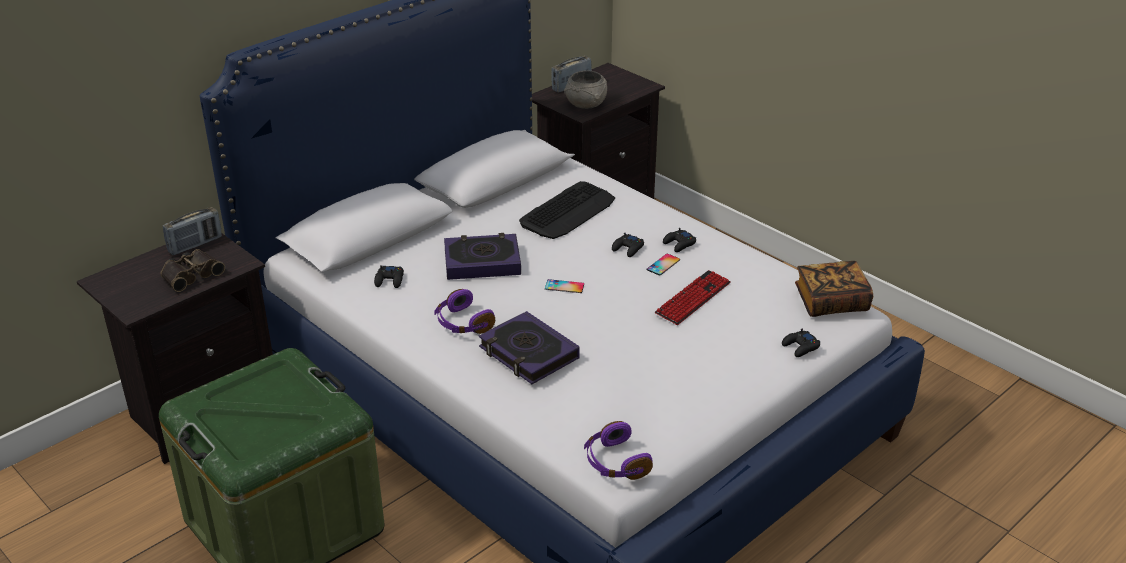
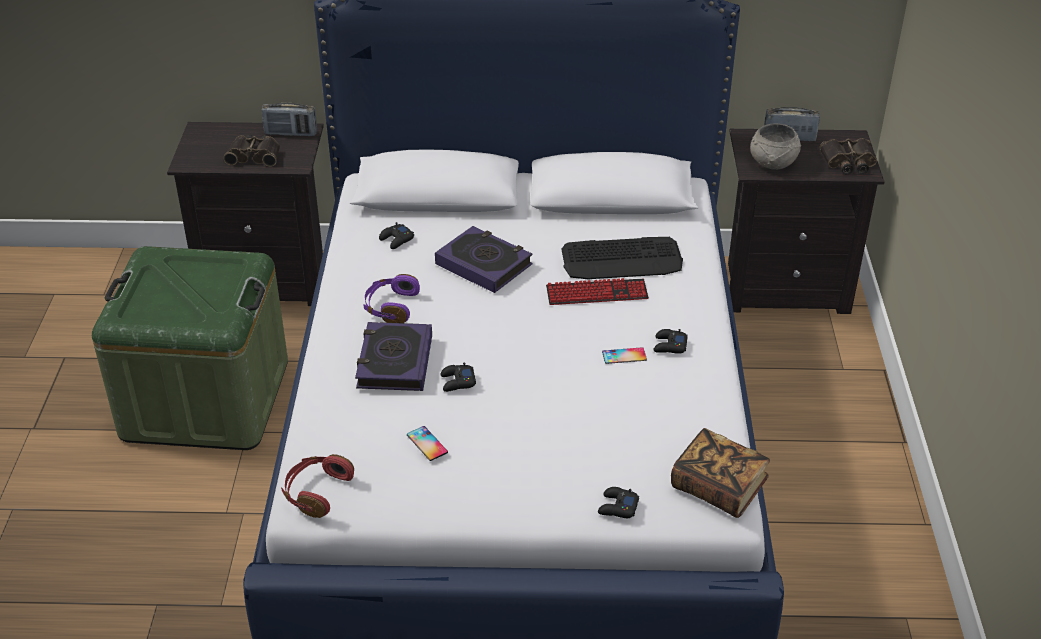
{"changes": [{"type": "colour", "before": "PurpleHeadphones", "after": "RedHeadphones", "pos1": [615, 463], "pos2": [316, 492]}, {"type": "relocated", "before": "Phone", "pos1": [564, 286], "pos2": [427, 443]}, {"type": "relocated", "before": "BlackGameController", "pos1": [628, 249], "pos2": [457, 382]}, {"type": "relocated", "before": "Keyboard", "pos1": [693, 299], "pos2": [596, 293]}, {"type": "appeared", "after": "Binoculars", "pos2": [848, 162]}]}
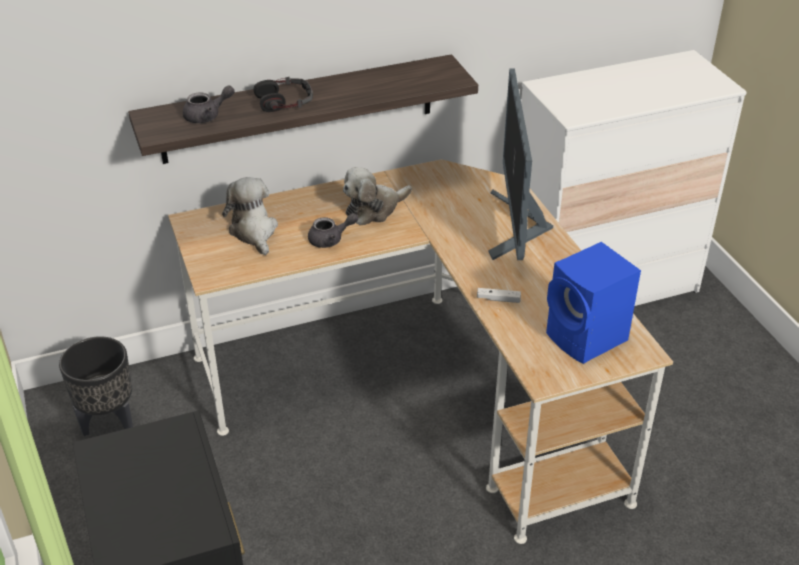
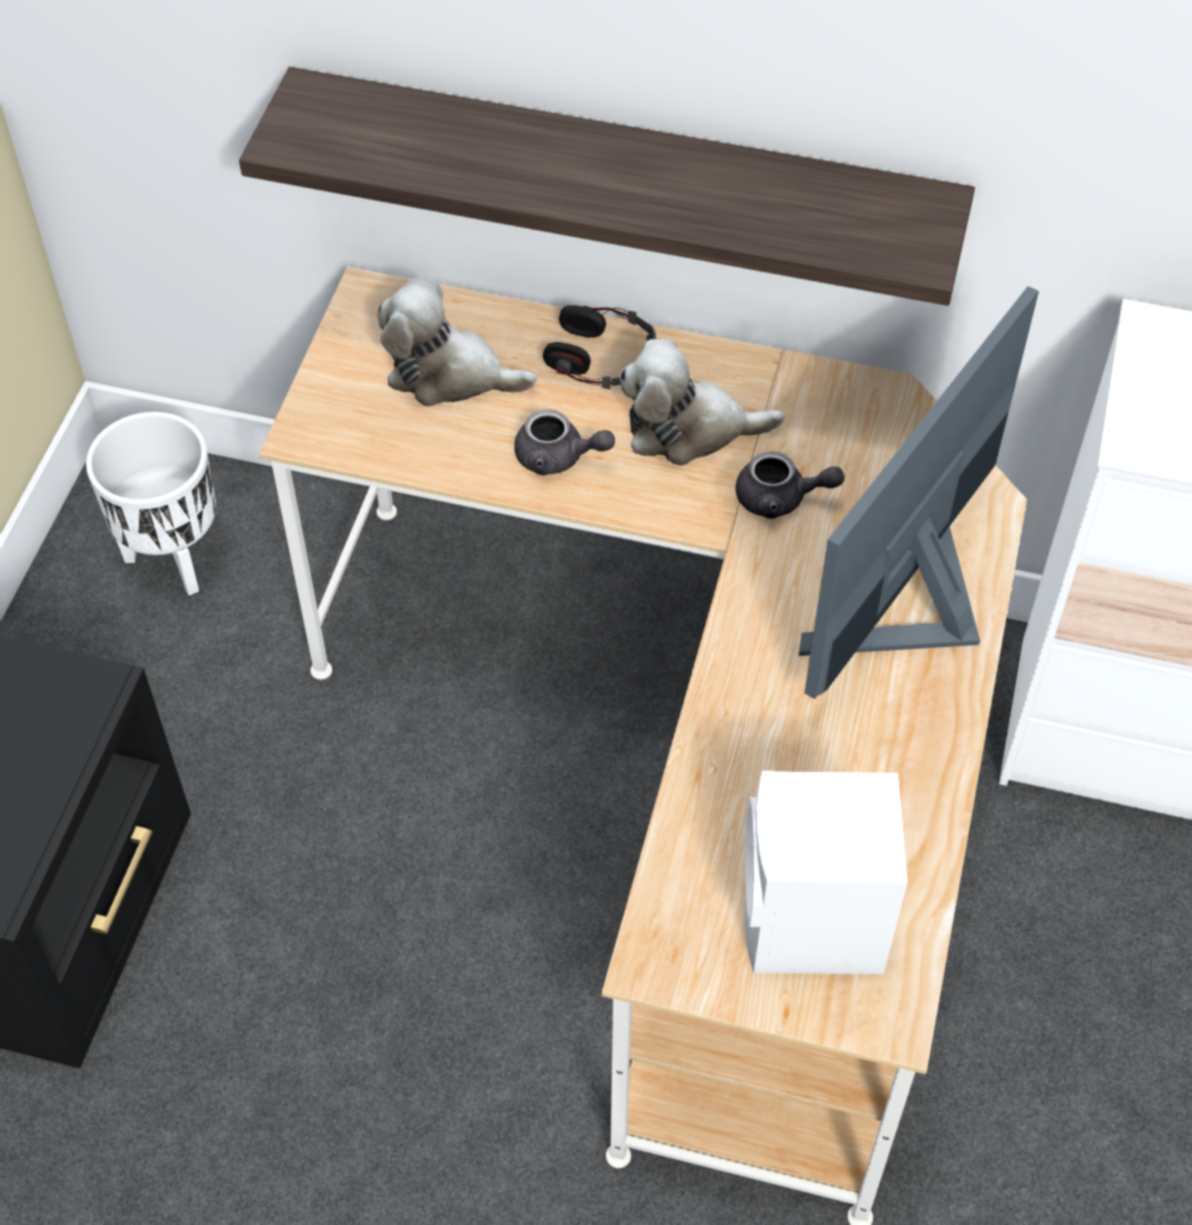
{"changes": [{"type": "colour", "before": "BlackPlanter", "after": "WhitePlanter", "pos1": [109, 422], "pos2": [176, 558]}, {"type": "spun", "before": "PlushToy", "pos1": [254, 232], "pos2": [449, 374], "turn": -90}, {"type": "relocated", "before": "Headphones", "pos1": [284, 101], "pos2": [602, 357]}, {"type": "relocated", "before": "GreyTeapot", "pos1": [207, 116], "pos2": [781, 499]}, {"type": "colour", "before": "BlueSpeaker", "after": "WhiteSpeaker", "pos1": [587, 339], "pos2": [812, 926]}, {"type": "missing", "before": "WhiteGameController", "pos1": [498, 299]}]}
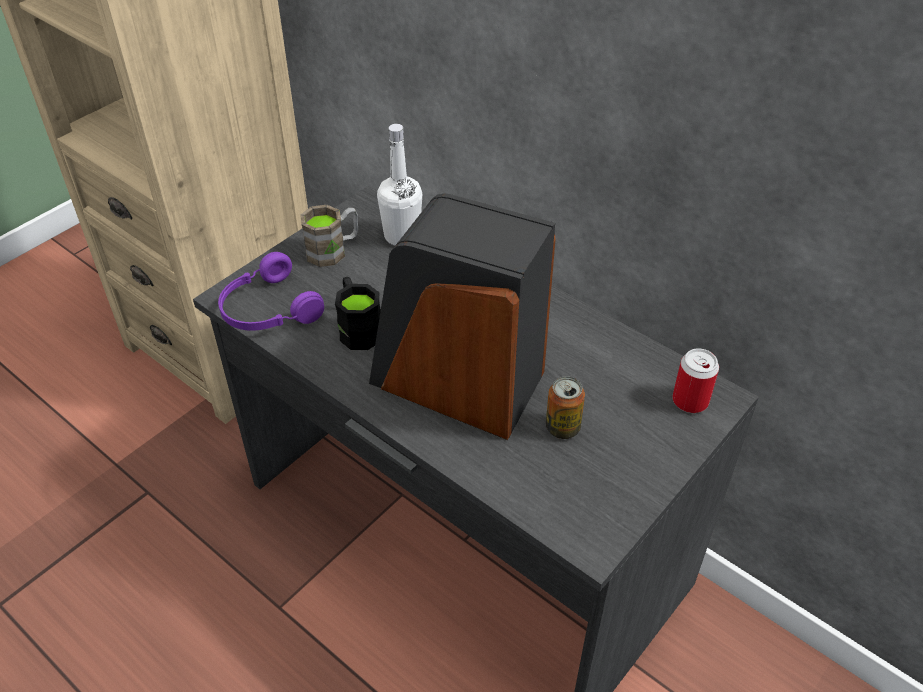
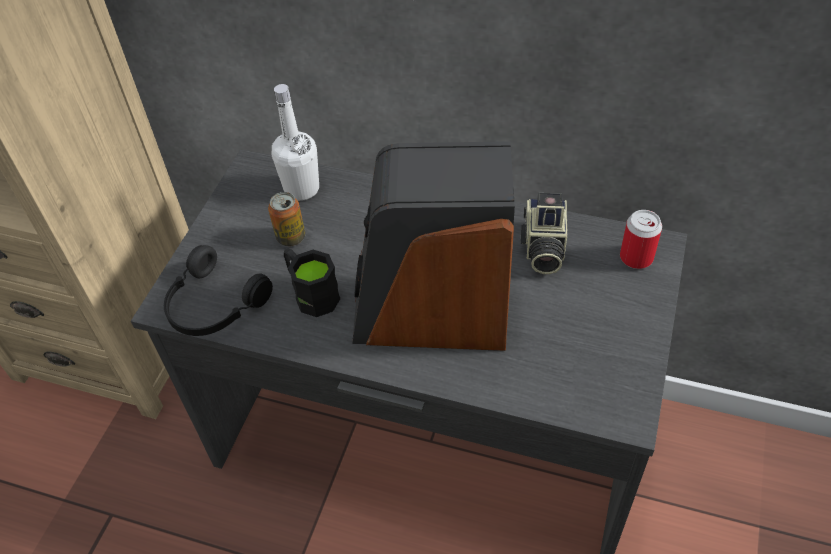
{"changes": [{"type": "colour", "before": "PurpleHeadphones", "after": "BlackHeadphones", "pos1": [267, 310], "pos2": [213, 306]}, {"type": "relocated", "before": "Can", "pos1": [562, 428], "pos2": [291, 237]}, {"type": "appeared", "after": "PhotoCamera", "pos2": [542, 248]}, {"type": "missing", "before": "BrownMug", "pos1": [333, 250]}]}
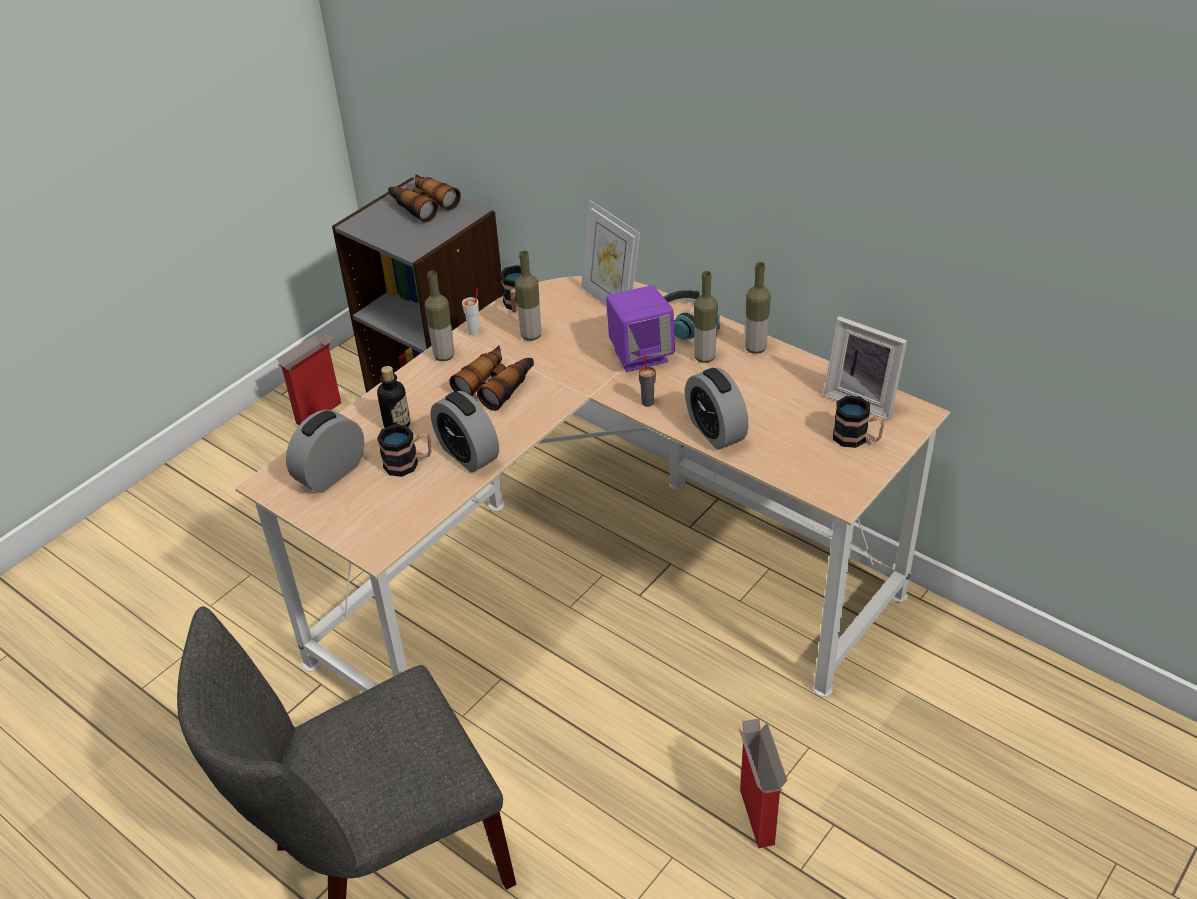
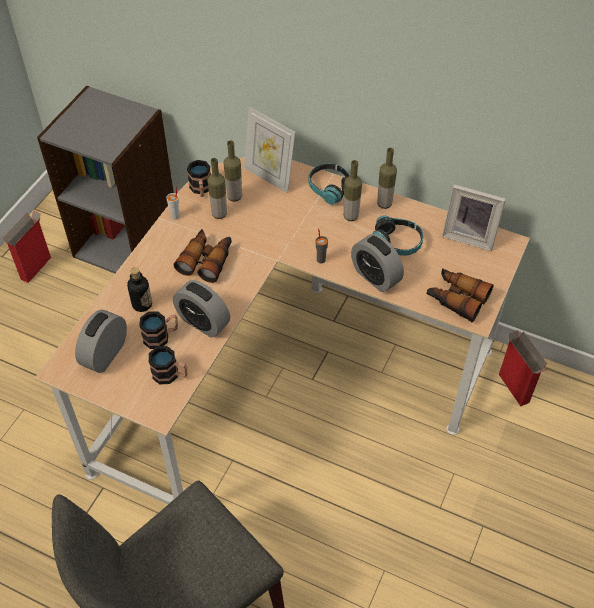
{"changes": [{"type": "relocated", "before": "Mug", "pos1": [856, 439], "pos2": [170, 375]}, {"type": "relocated", "before": "Bottle", "pos1": [444, 356], "pos2": [234, 197]}, {"type": "appeared", "after": "Headphones", "pos2": [396, 243]}, {"type": "relocated", "before": "Binoculars", "pos1": [422, 205], "pos2": [456, 298]}, {"type": "relocated", "before": "CardboardBox", "pos1": [757, 818], "pos2": [514, 389]}, {"type": "missing", "before": "PurpleSpeaker", "pos1": [640, 355]}]}
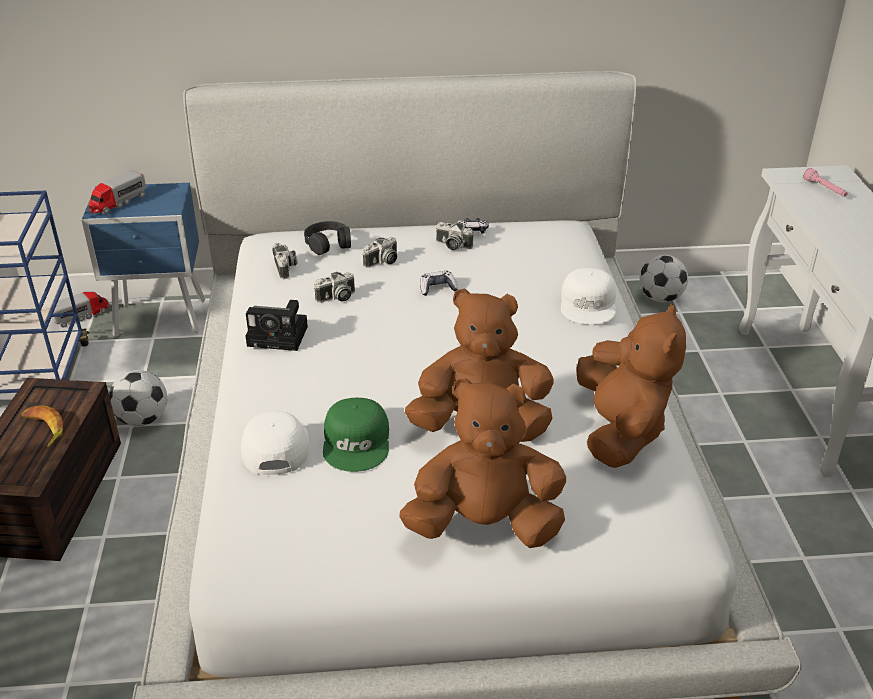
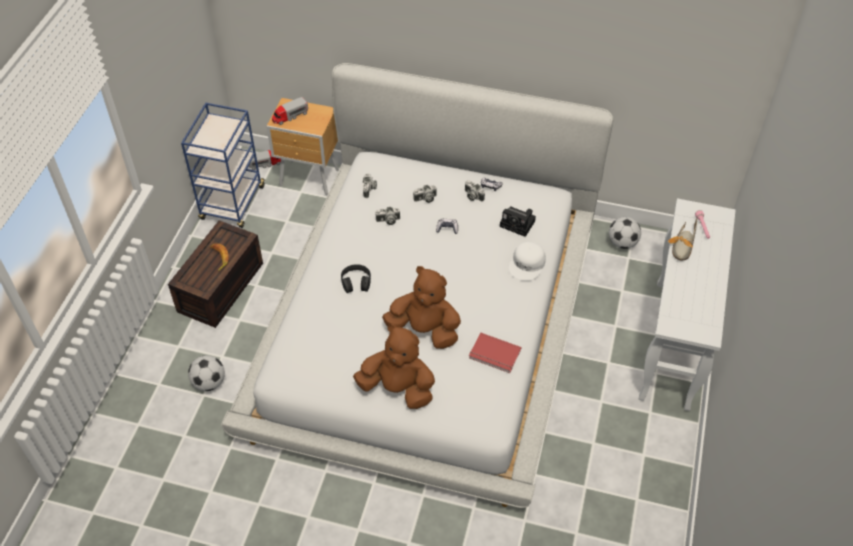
{"changes": [{"type": "relocated", "before": "Football", "pos1": [143, 419], "pos2": [209, 382]}, {"type": "colour", "before": "BlueNightstand", "after": "BrownNightstand", "pos1": [162, 319], "pos2": [310, 178]}, {"type": "relocated", "before": "BlackHeadphones", "pos1": [328, 243], "pos2": [356, 282]}, {"type": "exchanged", "before": "BrownPlushToy", "after": "RedBook", "pos1": [620, 431], "pos2": [494, 355]}, {"type": "relocated", "before": "PhotoCamera", "pos1": [280, 336], "pos2": [519, 224]}, {"type": "appeared", "after": "Shoe", "pos2": [682, 246]}, {"type": "missing", "before": "WhiteCap", "pos1": [274, 447]}, {"type": "missing", "before": "GreenCap", "pos1": [357, 442]}]}
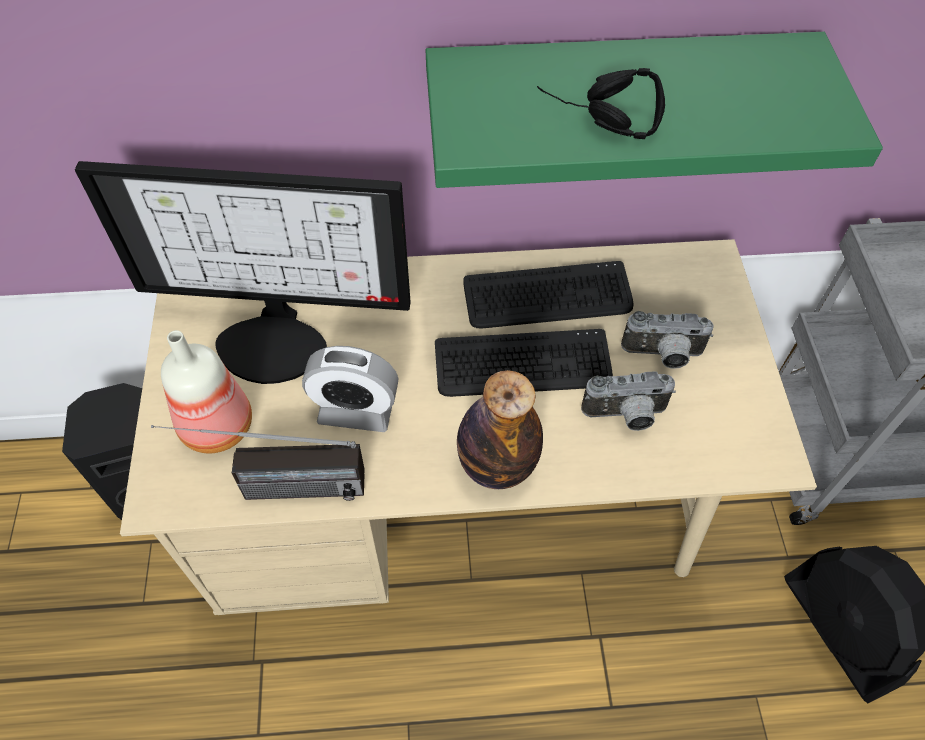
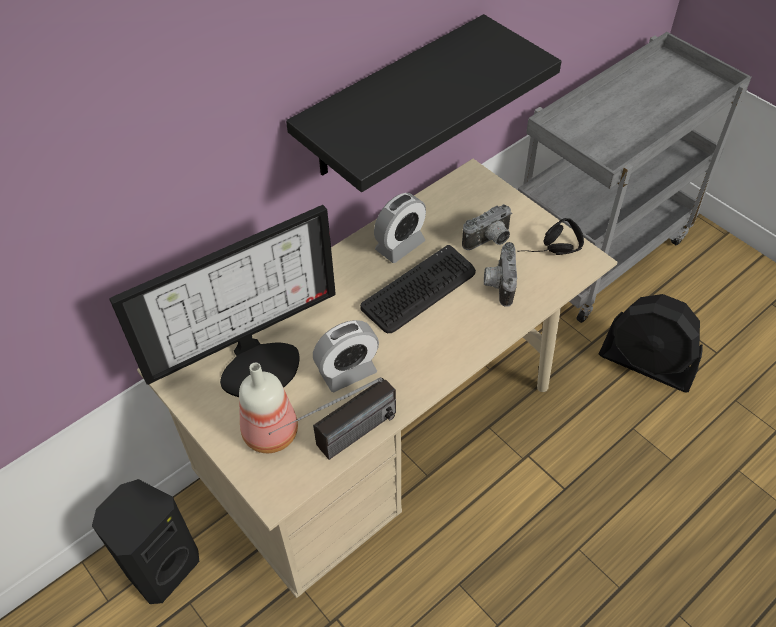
{"changes": [{"type": "colour", "before": "GreenShelf", "after": "BlackShelf", "pos1": [616, 95], "pos2": [391, 99]}, {"type": "exchanged", "before": "Keyboard", "after": "AlarmClock", "pos1": [547, 297], "pos2": [400, 245]}, {"type": "spun", "before": "PhotoCamera", "pos1": [626, 416], "pos2": [498, 284], "turn": 135}, {"type": "relocated", "before": "BlackHeadphones", "pos1": [596, 121], "pos2": [551, 252]}, {"type": "missing", "before": "Bottle", "pos1": [497, 465]}]}
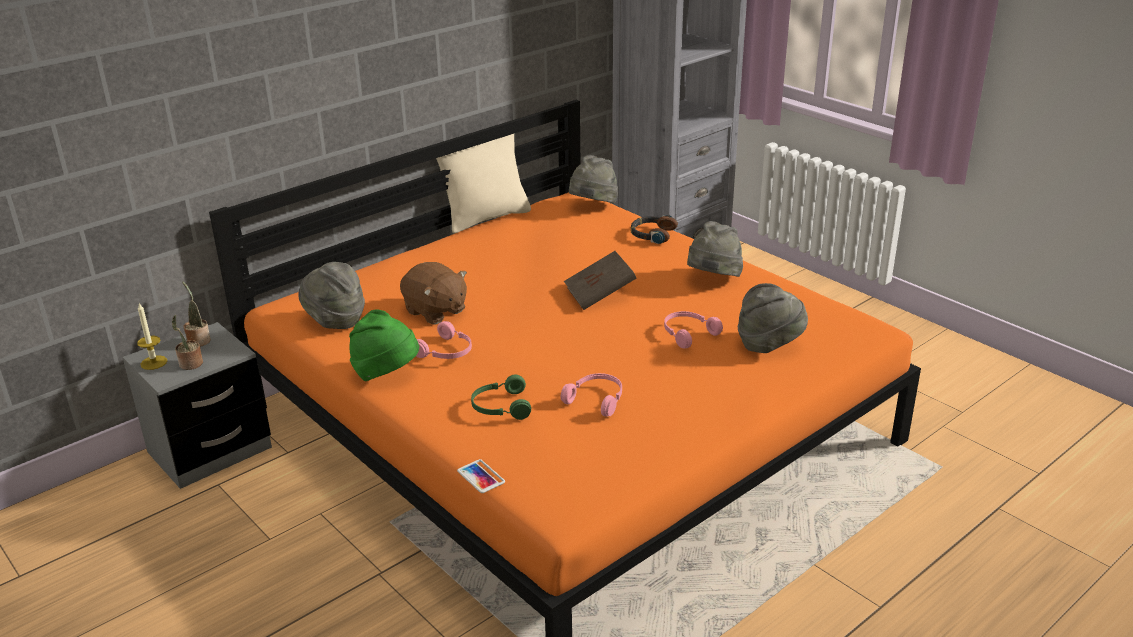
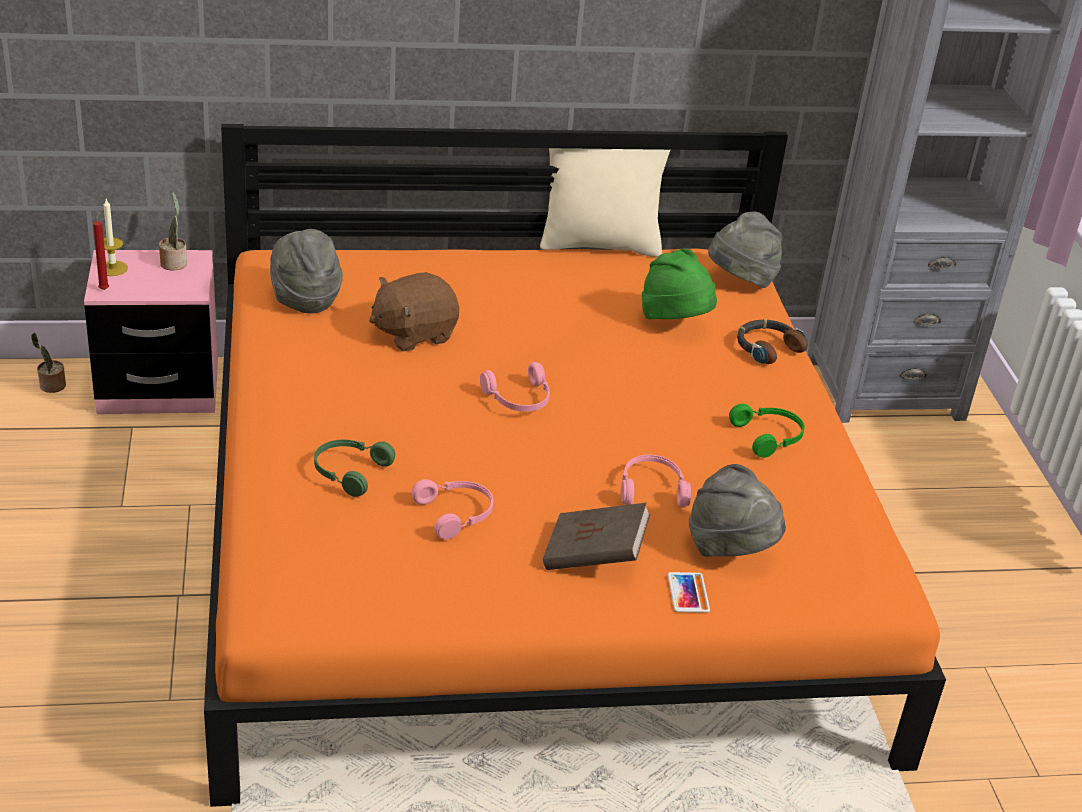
{"changes": [{"type": "relocated", "before": "PottedPlant", "pos1": [190, 364], "pos2": [51, 386]}, {"type": "colour", "before": "GreyNightstand", "after": "PinkNightstand", "pos1": [210, 450], "pos2": [159, 388]}, {"type": "appeared", "after": "RedCandle", "pos2": [104, 289]}, {"type": "spun", "before": "BrownPlushToy", "pos1": [435, 311], "pos2": [413, 334], "turn": 75}, {"type": "relocated", "before": "PinkHeadphones", "pos1": [446, 352], "pos2": [519, 399]}, {"type": "relocated", "before": "BrownBook", "pos1": [599, 295], "pos2": [594, 557]}, {"type": "relocated", "before": "GreenHat", "pos1": [386, 374], "pos2": [675, 321]}, {"type": "relocated", "before": "Phone", "pos1": [481, 476], "pos2": [688, 593]}, {"type": "exchanged", "before": "GreyHat", "after": "GreenHeadphones", "pos1": [713, 279], "pos2": [769, 437]}]}
